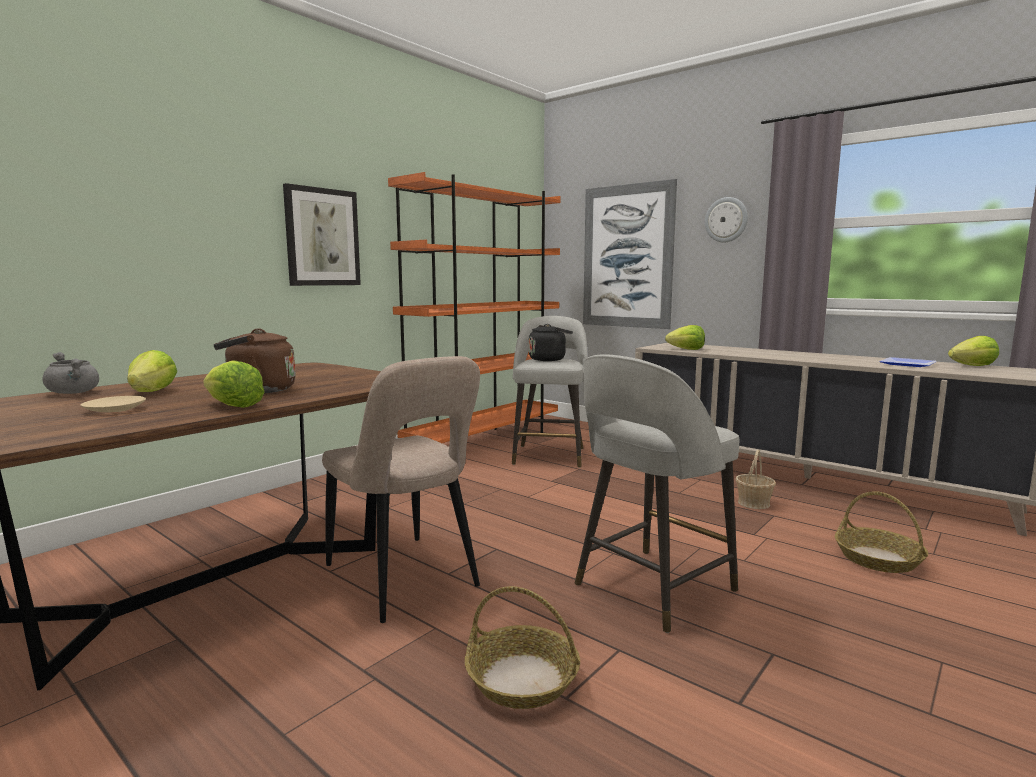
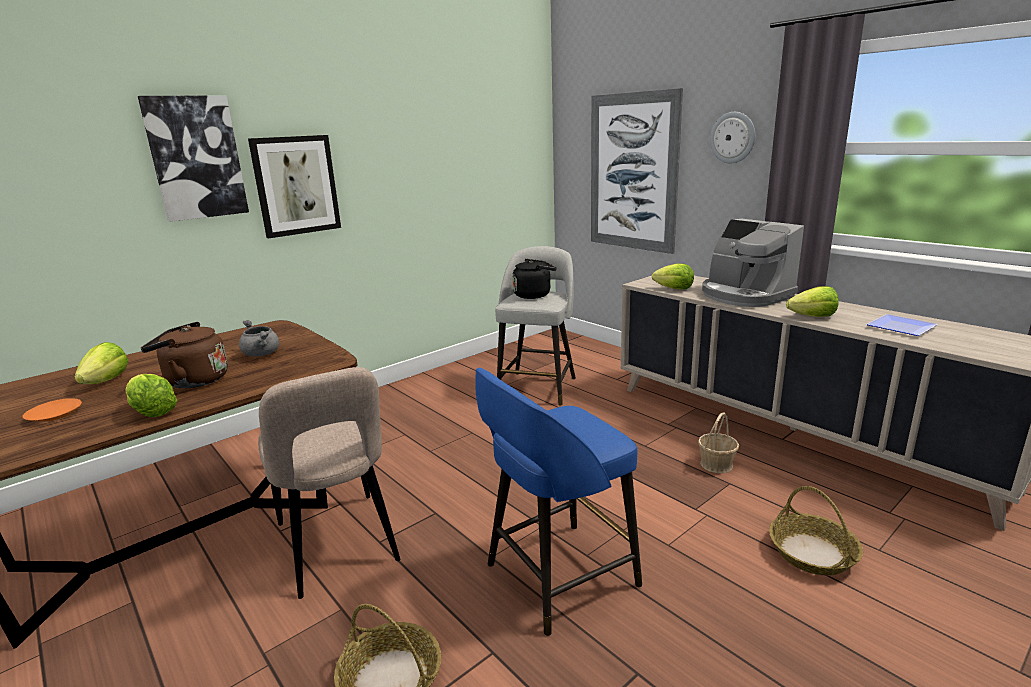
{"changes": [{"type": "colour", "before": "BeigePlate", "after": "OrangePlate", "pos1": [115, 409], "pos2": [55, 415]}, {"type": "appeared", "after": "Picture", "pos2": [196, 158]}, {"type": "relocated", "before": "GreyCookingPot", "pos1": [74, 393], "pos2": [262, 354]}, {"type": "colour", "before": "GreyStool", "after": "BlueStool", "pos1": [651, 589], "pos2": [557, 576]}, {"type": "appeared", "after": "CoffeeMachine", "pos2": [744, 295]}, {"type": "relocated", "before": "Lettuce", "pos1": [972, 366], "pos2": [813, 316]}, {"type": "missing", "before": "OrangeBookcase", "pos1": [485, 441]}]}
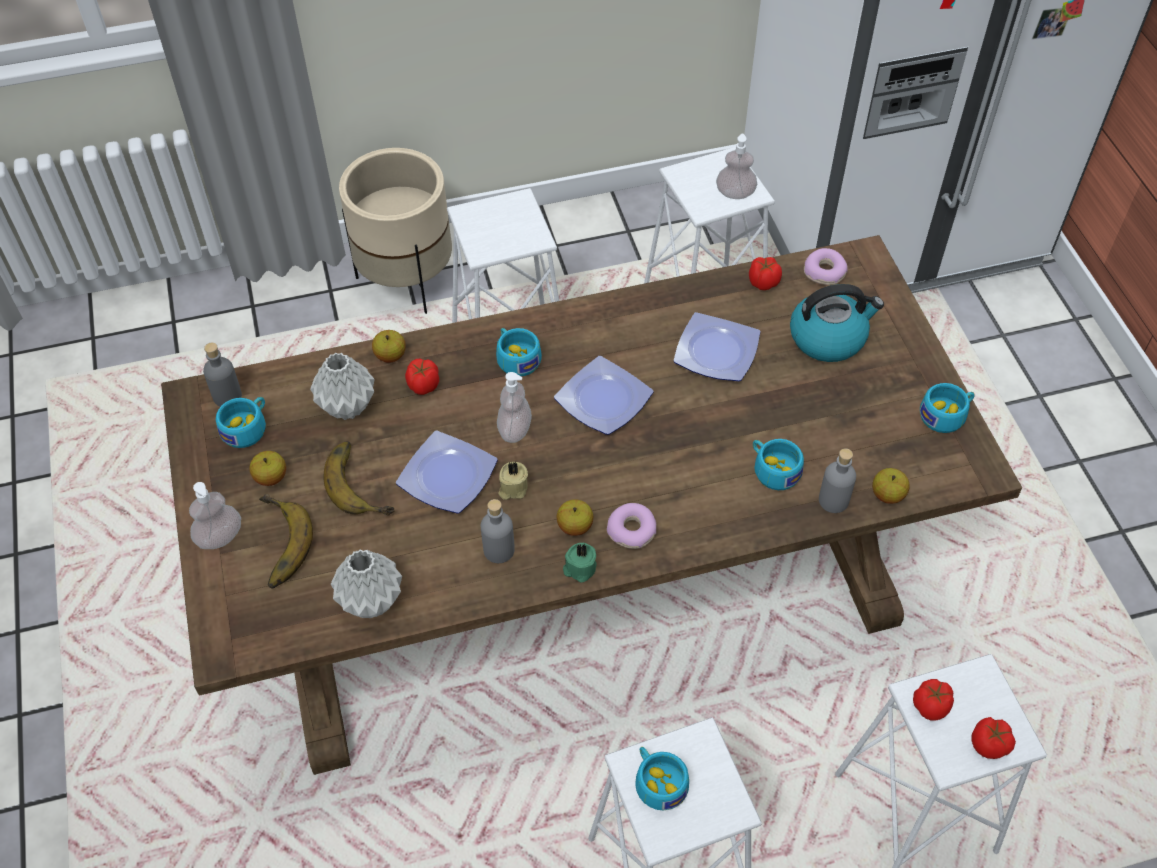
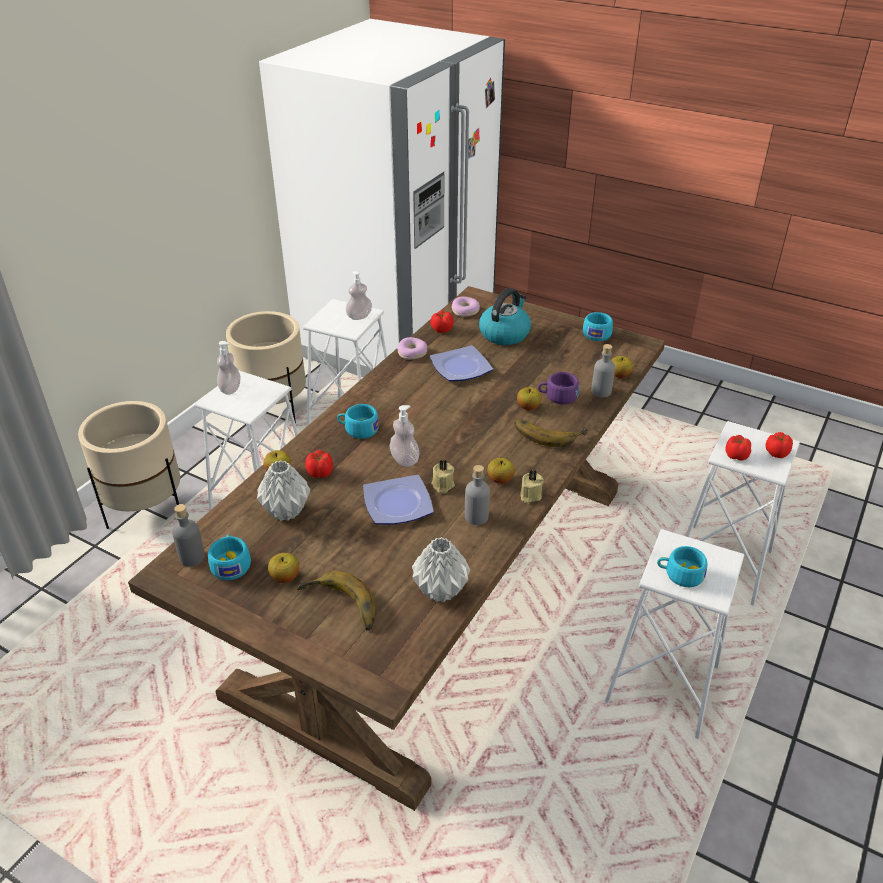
{"changes": [{"type": "relocated", "before": "SoapDispenser", "pos1": [220, 537], "pos2": [230, 389]}, {"type": "appeared", "after": "BeigePlanter", "pos2": [274, 409]}, {"type": "relocated", "before": "Donut", "pos1": [632, 530], "pos2": [412, 353]}, {"type": "relocated", "before": "Banana", "pos1": [363, 482], "pos2": [548, 432]}, {"type": "appeared", "after": "Apple", "pos2": [528, 407]}, {"type": "colour", "before": "GreenCandle", "after": "BeigeCandle", "pos1": [579, 568], "pos2": [529, 495]}, {"type": "colour", "before": "TurquoiseCup", "after": "PurpleCup", "pos1": [773, 469], "pos2": [557, 396]}, {"type": "missing", "before": "Plate", "pos1": [601, 400]}]}
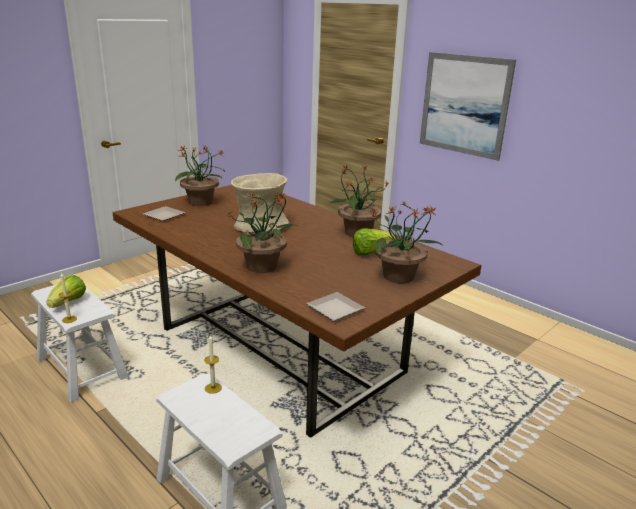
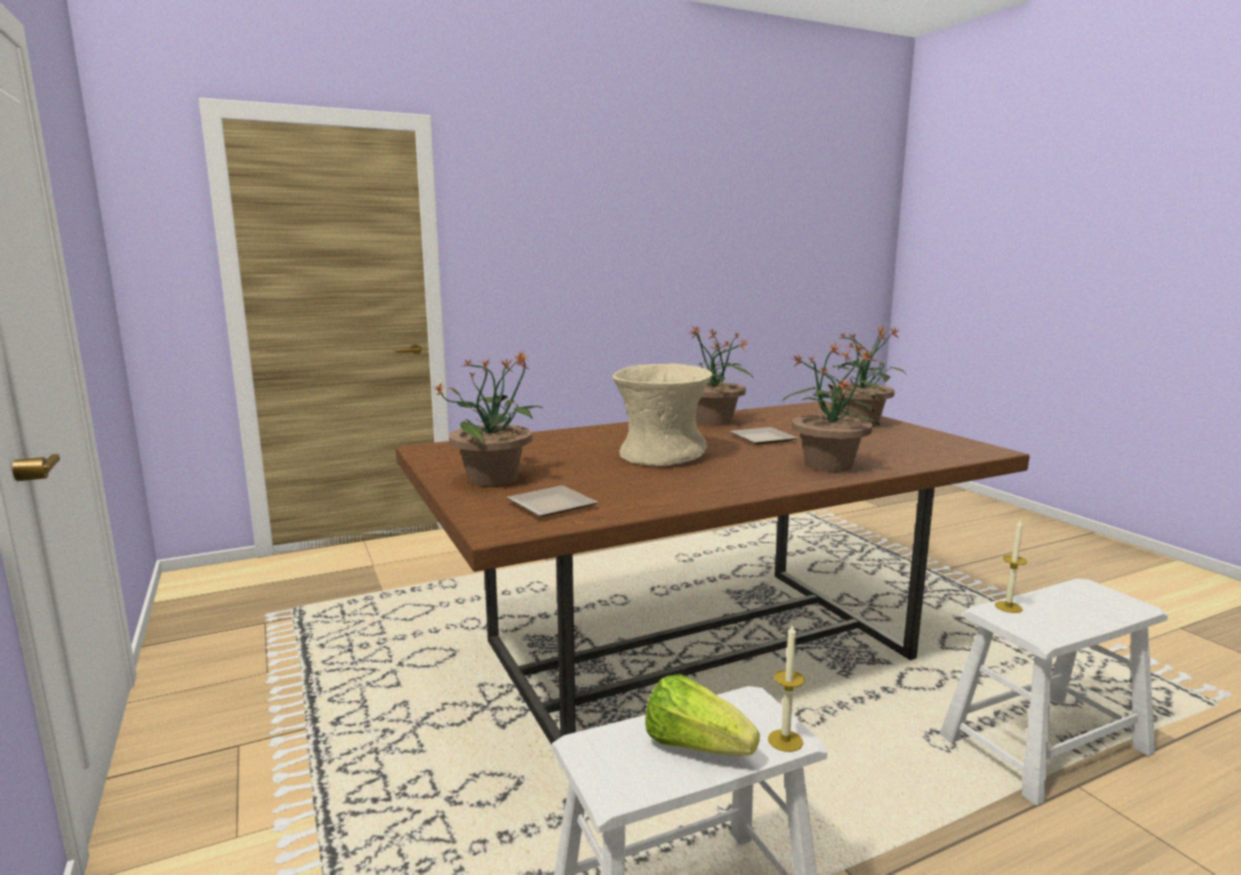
{"changes": [{"type": "relocated", "before": "Plate", "pos1": [335, 310], "pos2": [765, 439]}, {"type": "missing", "before": "Lettuce", "pos1": [371, 253]}, {"type": "missing", "before": "Picture", "pos1": [464, 105]}]}
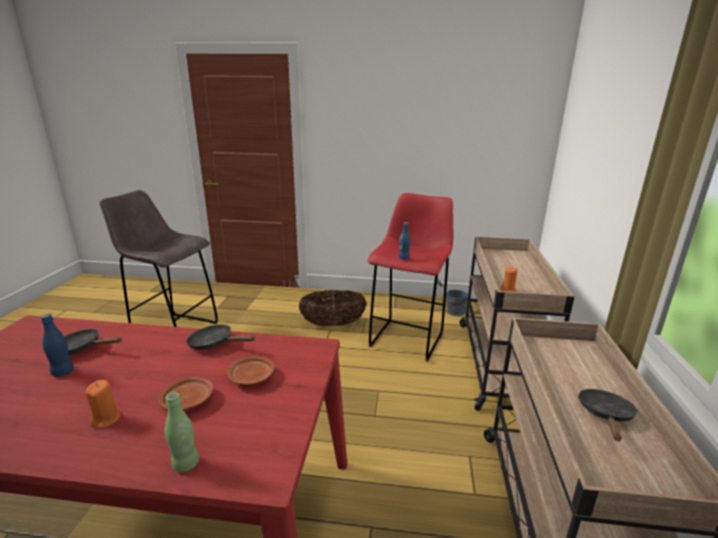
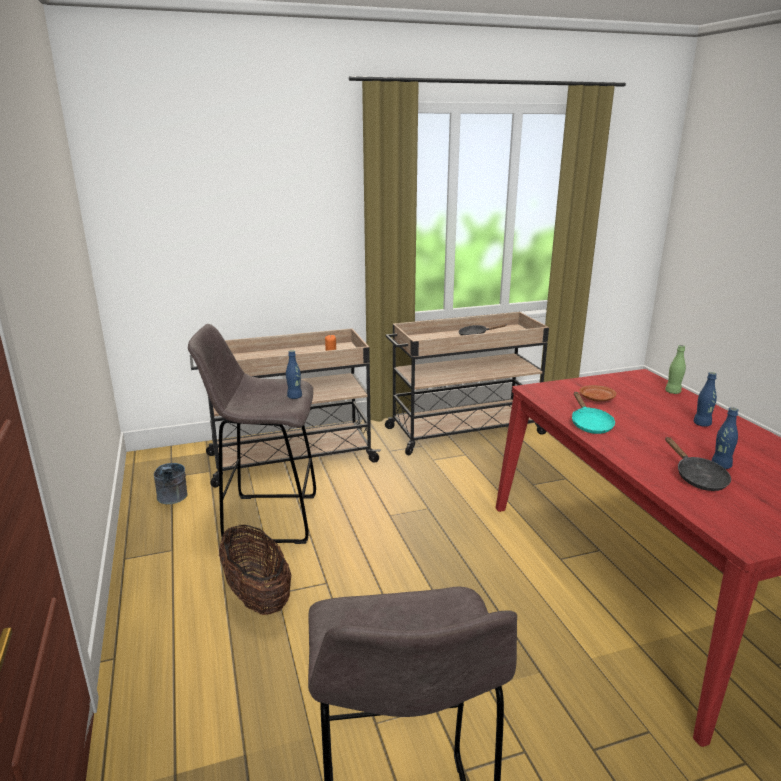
{"changes": [{"type": "colour", "before": "RedStool", "after": "GreyStool", "pos1": [408, 338], "pos2": [268, 519]}, {"type": "colour", "before": "BlackFryingPan", "after": "TurquoiseFryingPan", "pos1": [215, 343], "pos2": [589, 424]}, {"type": "exchanged", "before": "OrangeCandle", "after": "BlueBottle", "pos1": [106, 419], "pos2": [702, 424]}, {"type": "missing", "before": "BrownPlate", "pos1": [188, 400]}]}
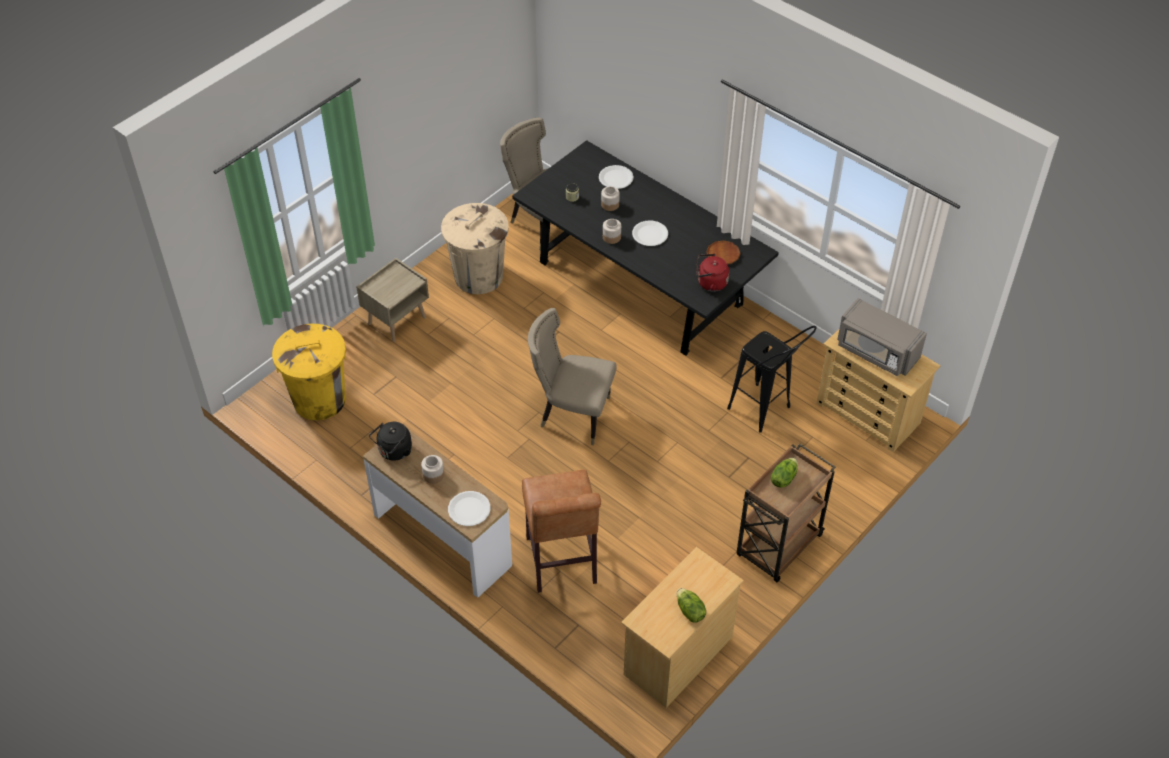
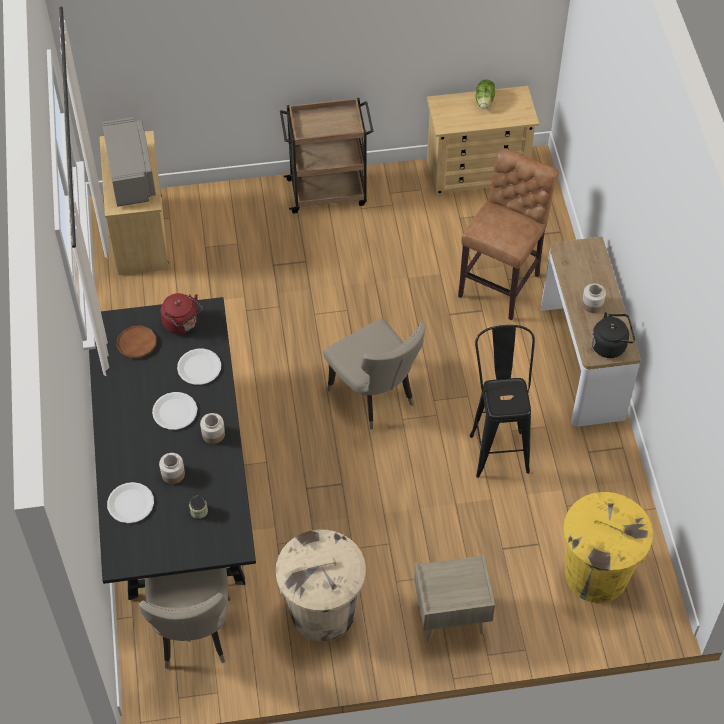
{"changes": [{"type": "relocated", "before": "WhitePlate", "pos1": [469, 509], "pos2": [199, 367]}, {"type": "relocated", "before": "BlackStool", "pos1": [766, 413], "pos2": [497, 445]}, {"type": "missing", "before": "Lettuce", "pos1": [783, 478]}]}
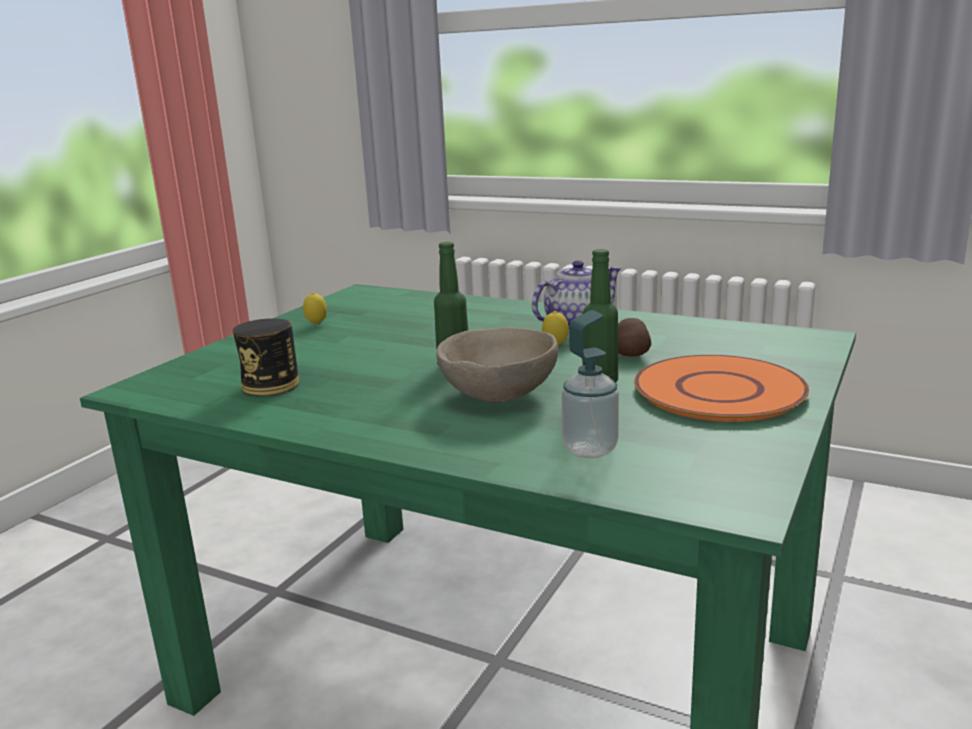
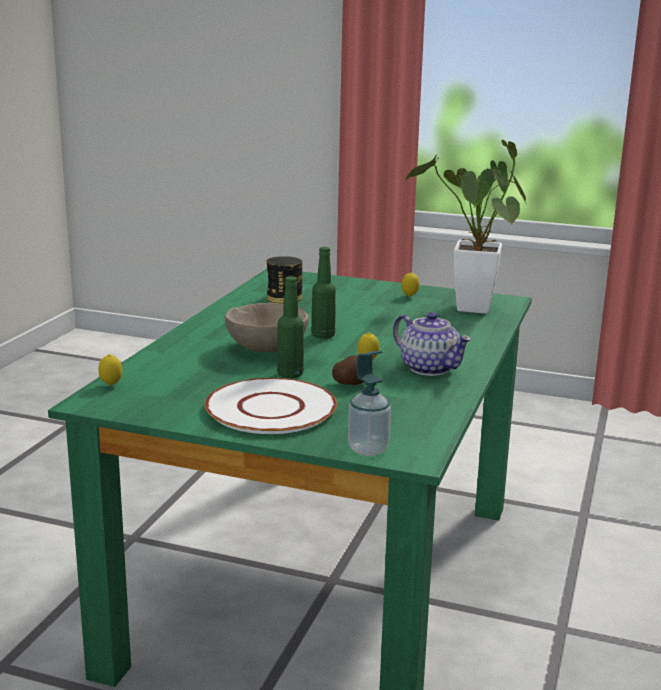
{"changes": [{"type": "appeared", "after": "Lemon", "pos2": [111, 385]}, {"type": "colour", "before": "OrangePlate", "after": "WhitePlate", "pos1": [719, 390], "pos2": [271, 409]}, {"type": "relocated", "before": "SoapDispenser", "pos1": [590, 449], "pos2": [368, 449]}, {"type": "appeared", "after": "PottedPlant", "pos2": [472, 311]}]}
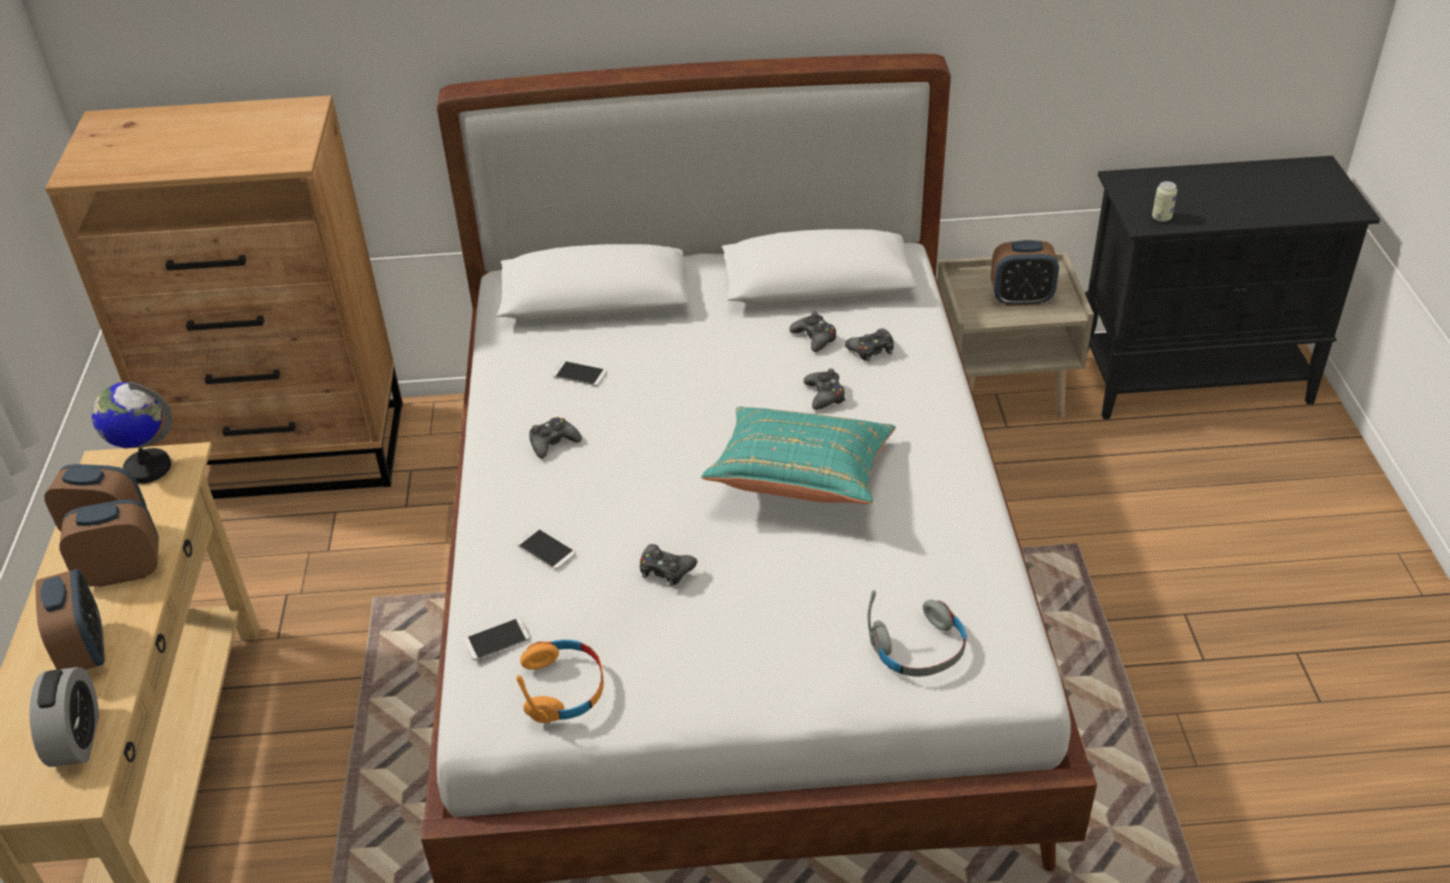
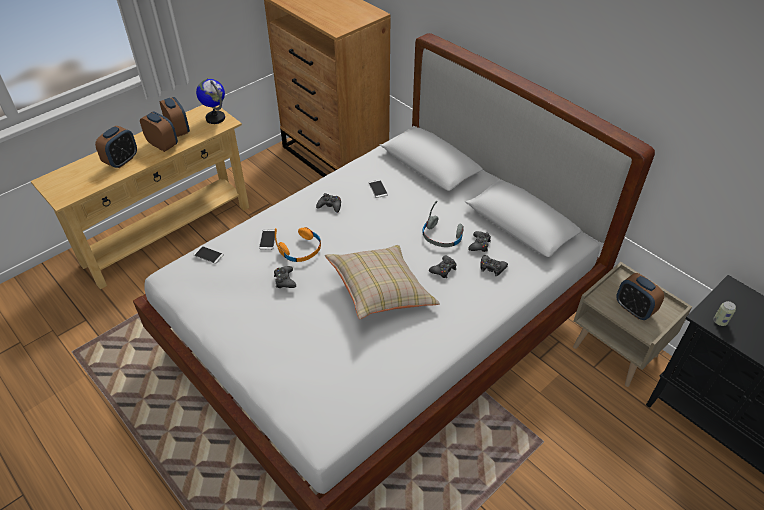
{"changes": [{"type": "relocated", "before": "OrangeHeadphones", "pos1": [563, 688], "pos2": [301, 250]}, {"type": "colour", "before": "TurquoisePillow", "after": "BeigePillow", "pos1": [801, 479], "pos2": [380, 292]}, {"type": "relocated", "before": "GreyHeadphones", "pos1": [919, 649], "pos2": [442, 236]}, {"type": "missing", "before": "AlarmClock", "pos1": [77, 739]}]}
